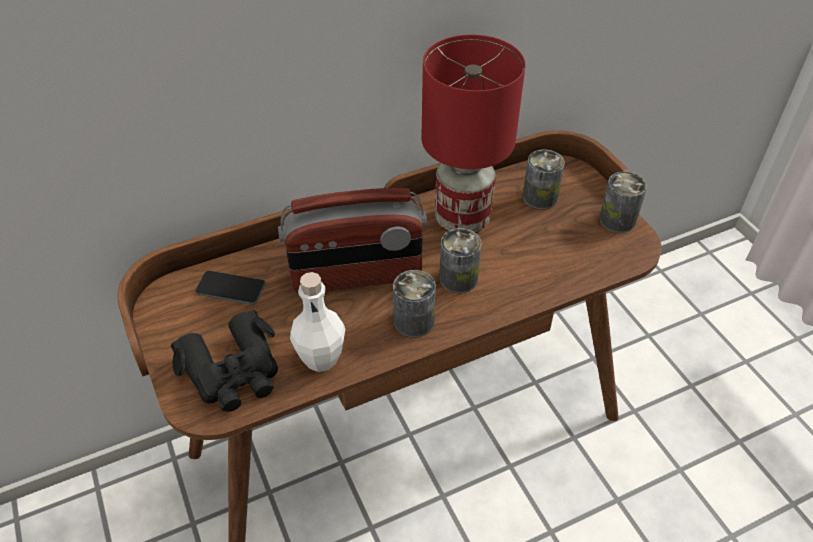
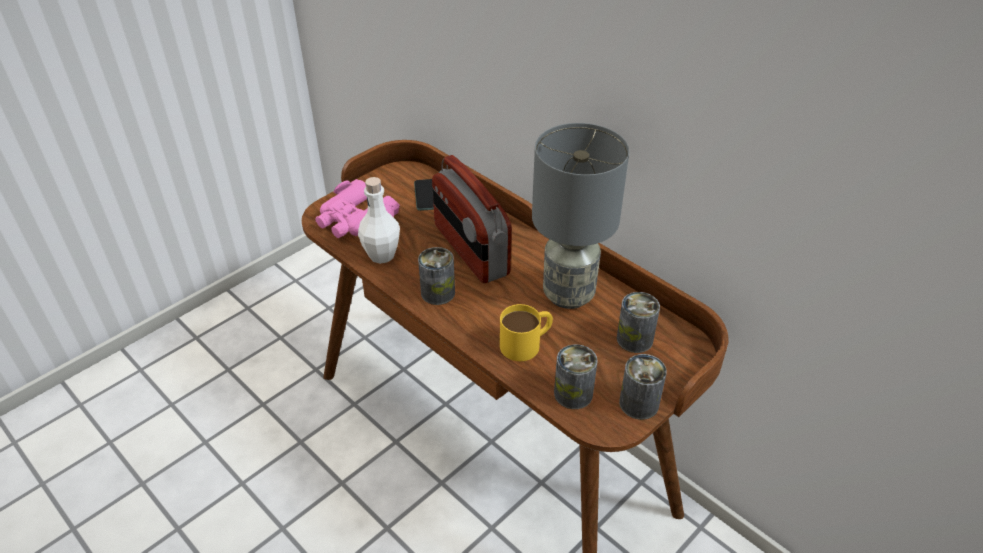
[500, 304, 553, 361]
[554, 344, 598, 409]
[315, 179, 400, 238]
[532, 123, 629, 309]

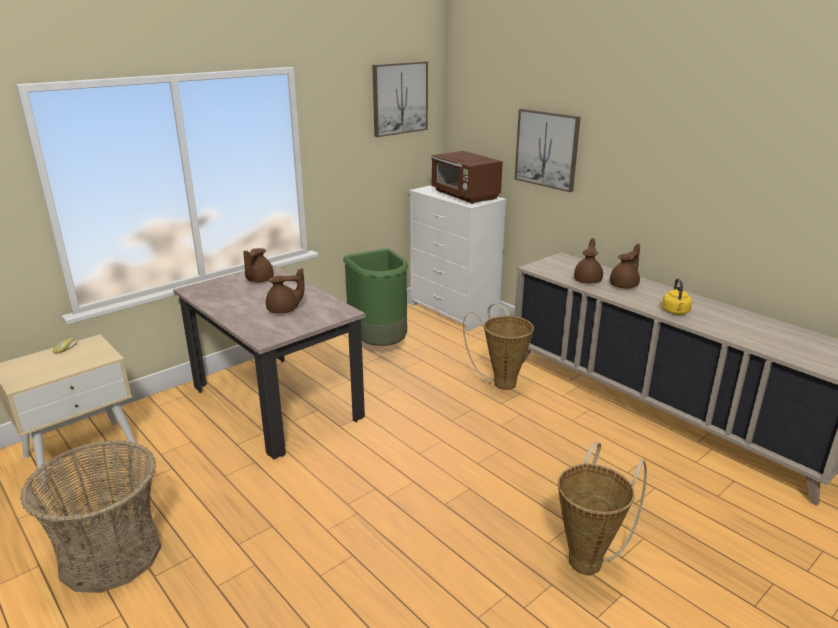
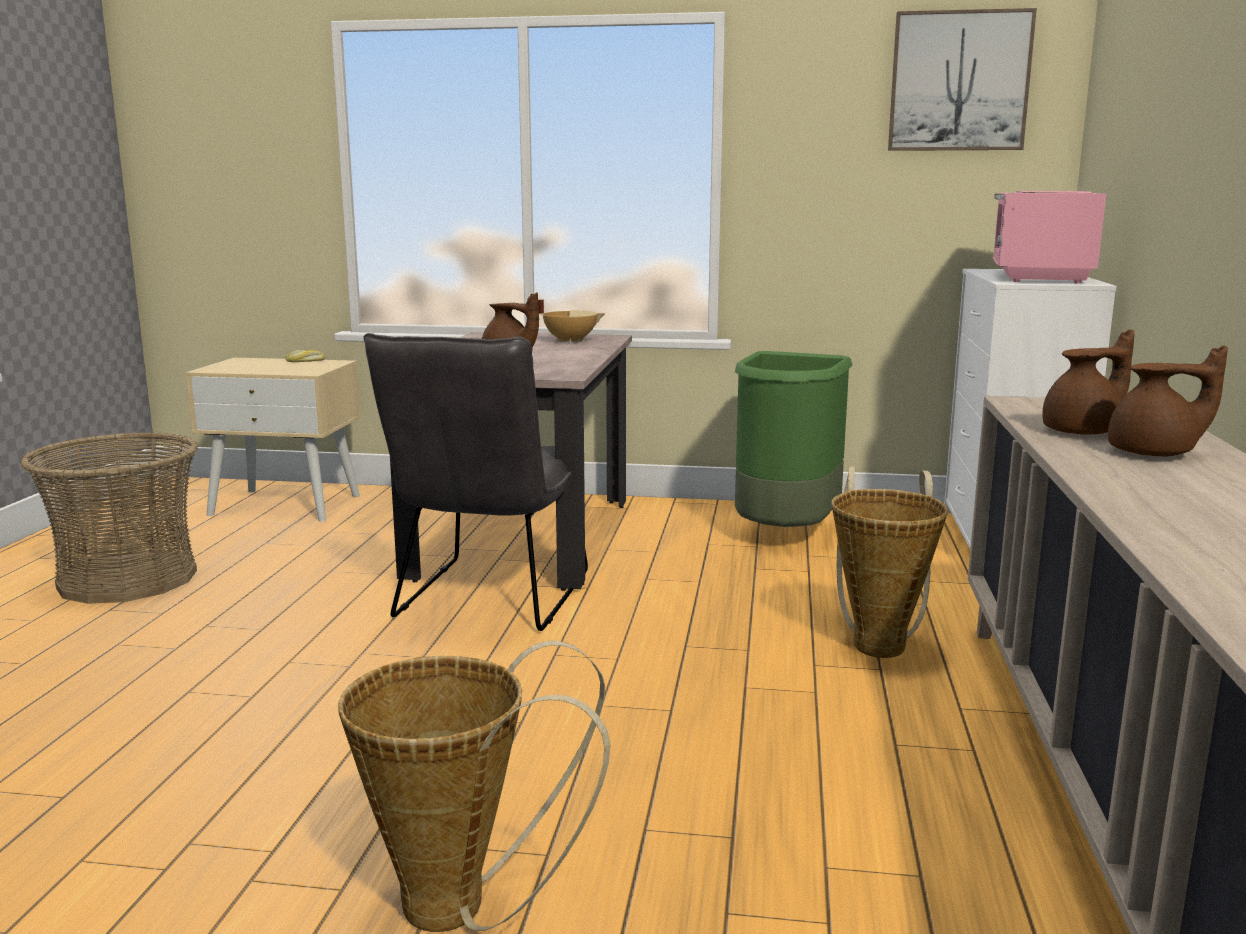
[515, 109, 581, 192] (first image)
[662, 278, 692, 315] (first image)
[364, 333, 588, 631]
[538, 299, 605, 343]
[993, 191, 1106, 284]

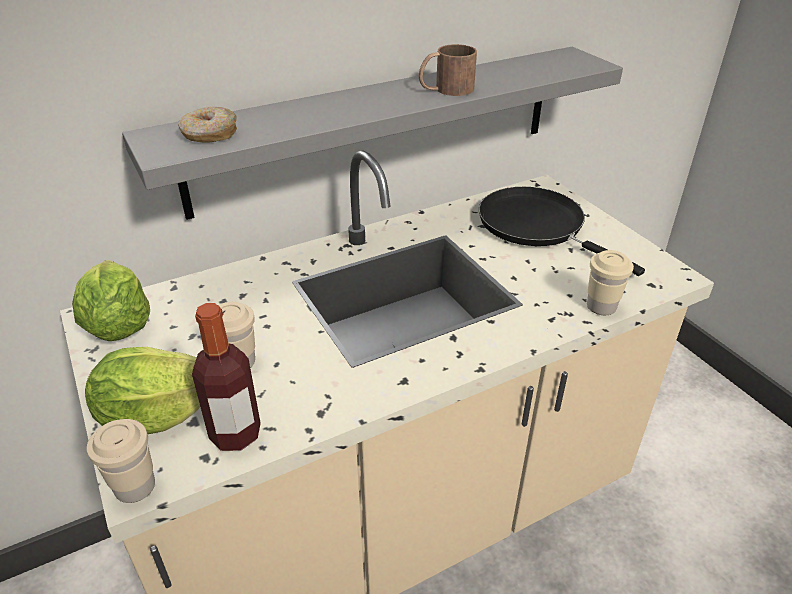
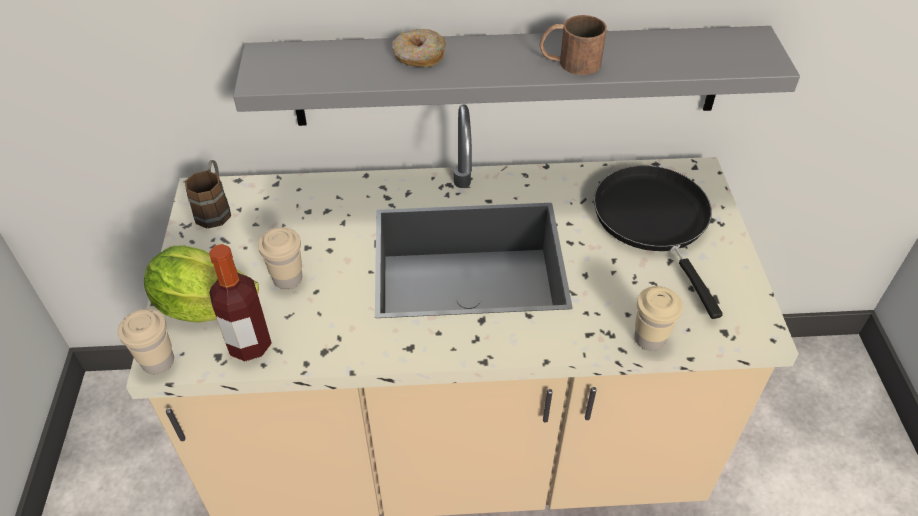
[392, 29, 446, 67]
[185, 160, 231, 228]

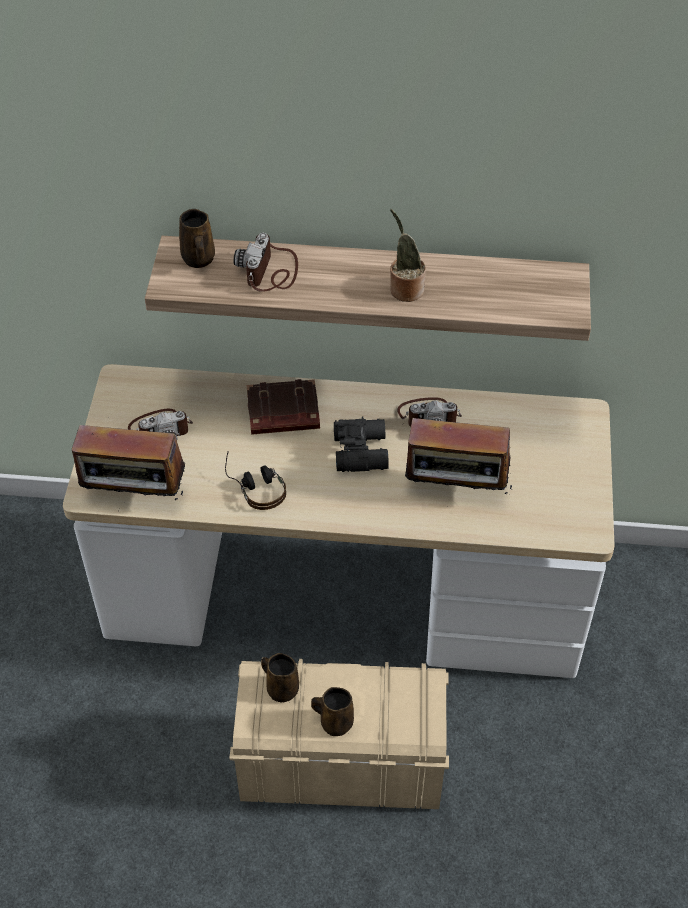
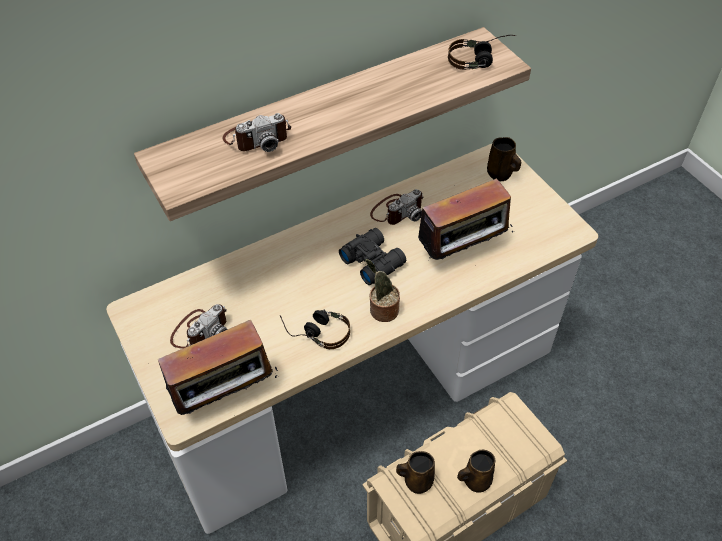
[246, 379, 320, 435] (first image)
[448, 35, 516, 70]
[487, 137, 521, 181]
[365, 259, 400, 322]
[222, 113, 291, 152]

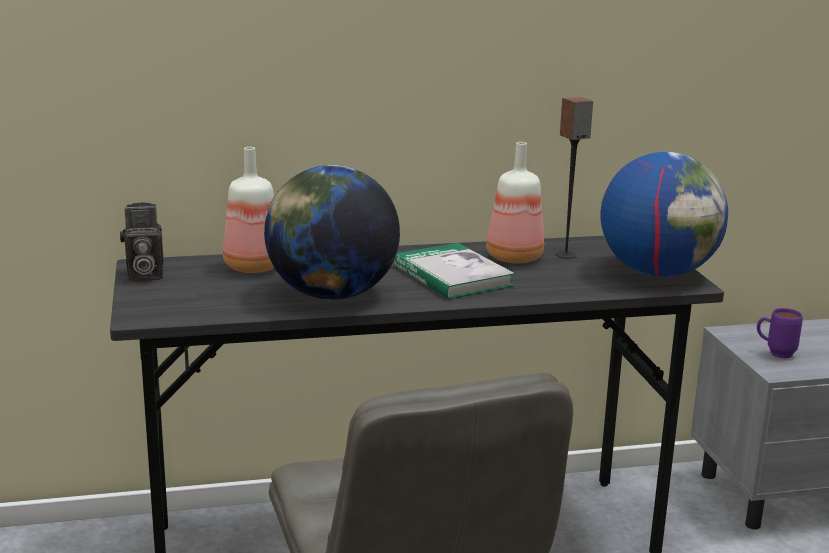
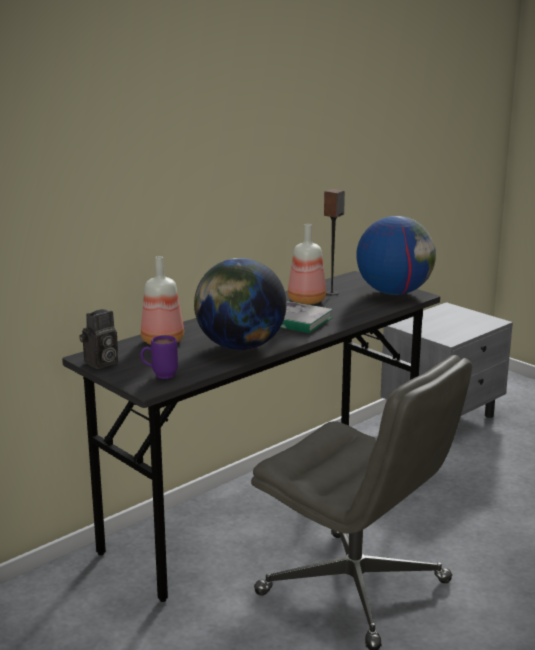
[140, 335, 178, 379]

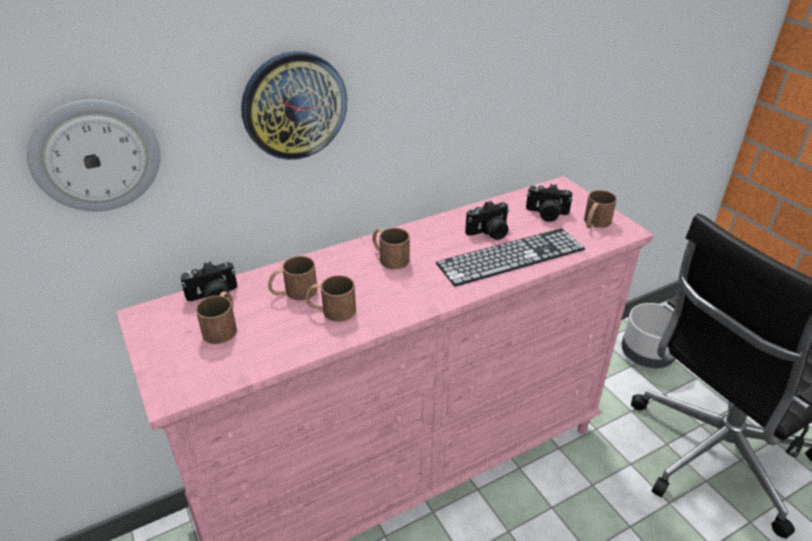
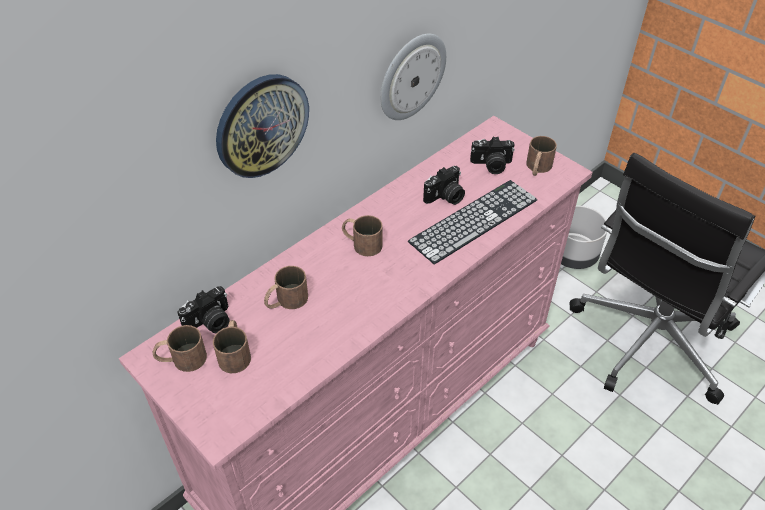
[380, 34, 446, 120]
[153, 325, 207, 372]

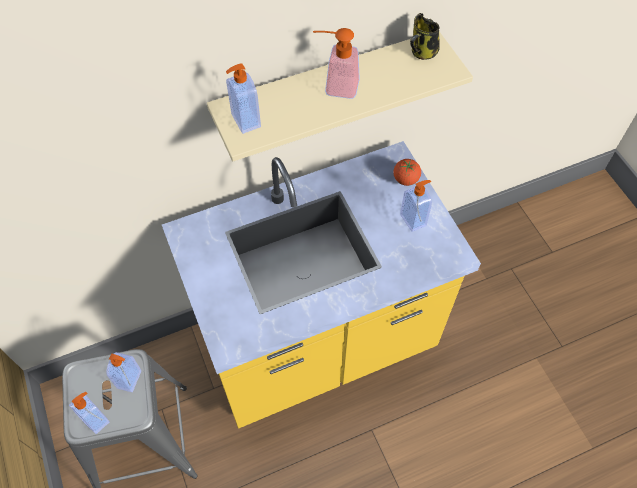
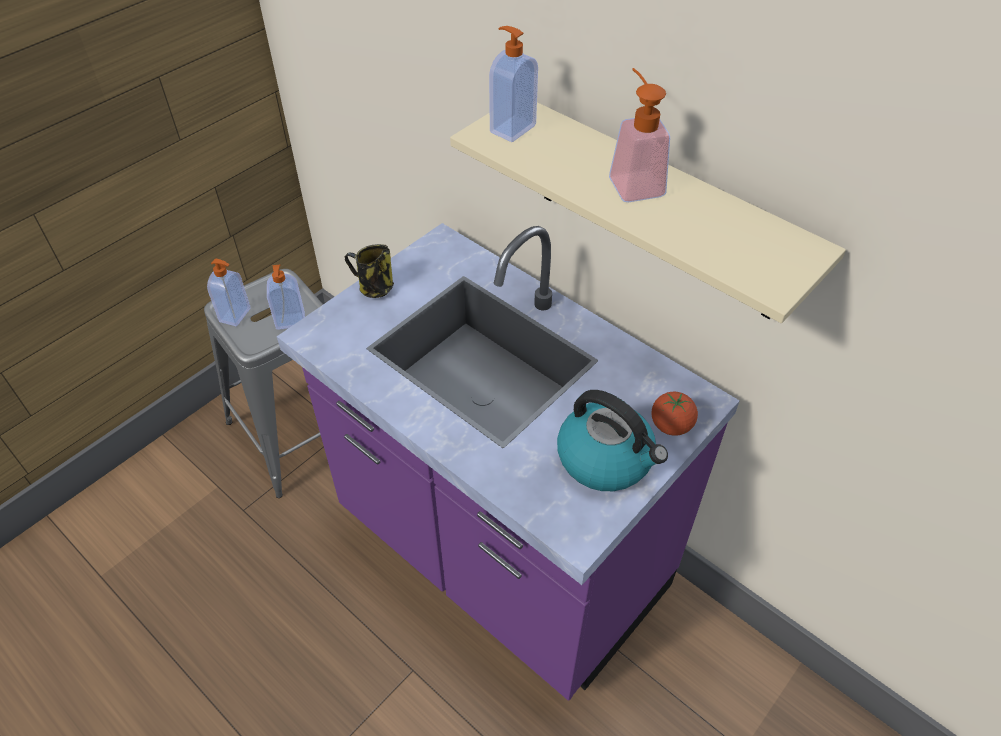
[345, 244, 394, 298]
[557, 390, 668, 491]
[277, 223, 740, 701]

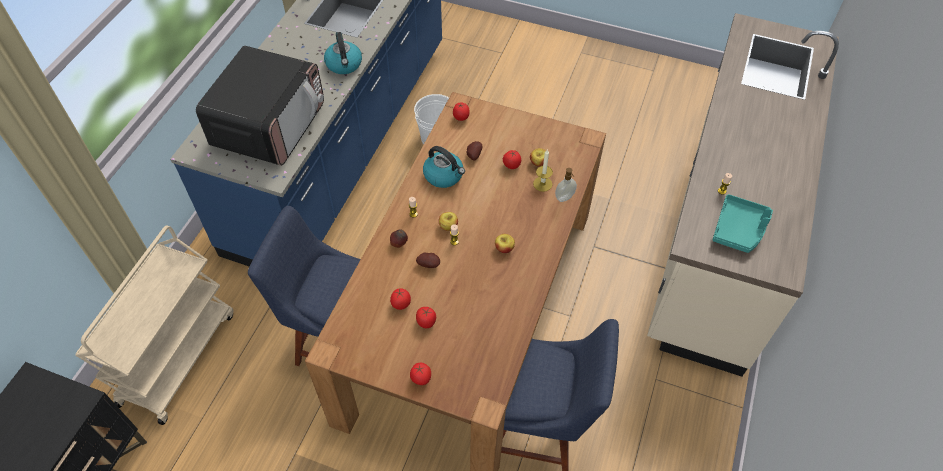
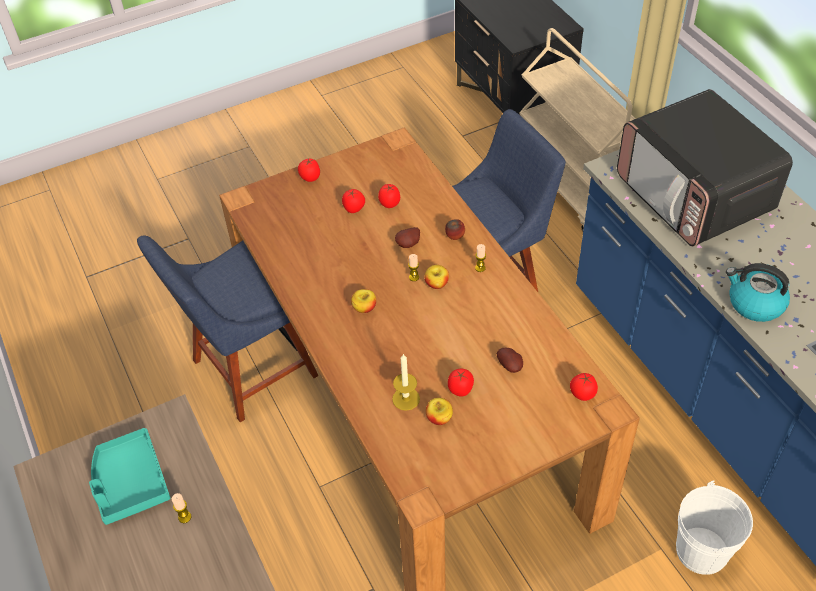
[423, 146, 465, 188] (first image)
[555, 168, 577, 202] (first image)

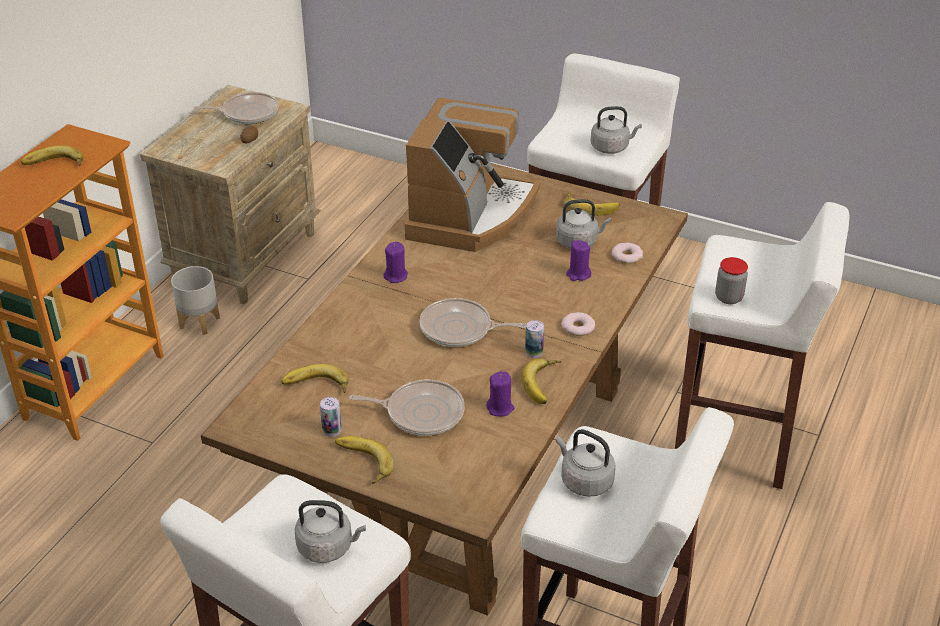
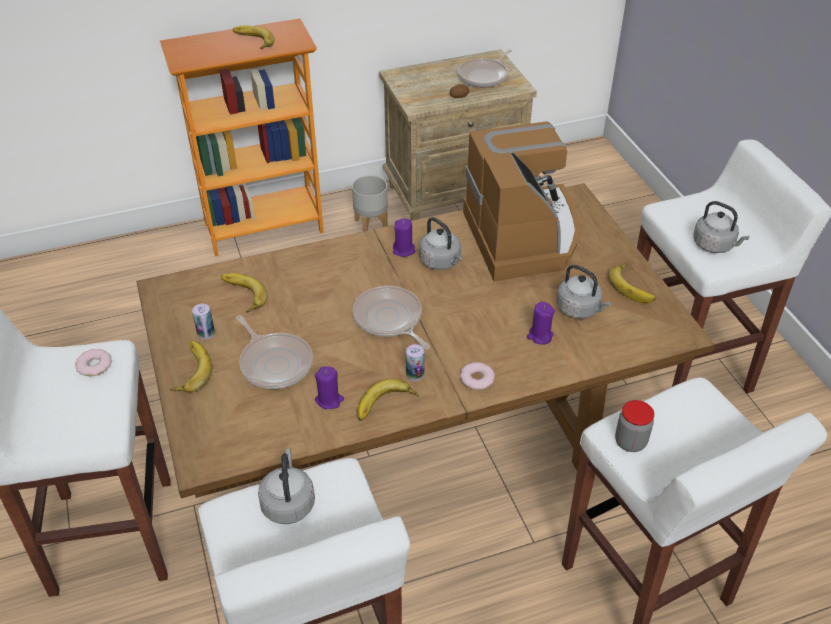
[419, 217, 463, 270]
[75, 349, 112, 376]
[458, 49, 512, 87]
[463, 121, 580, 281]

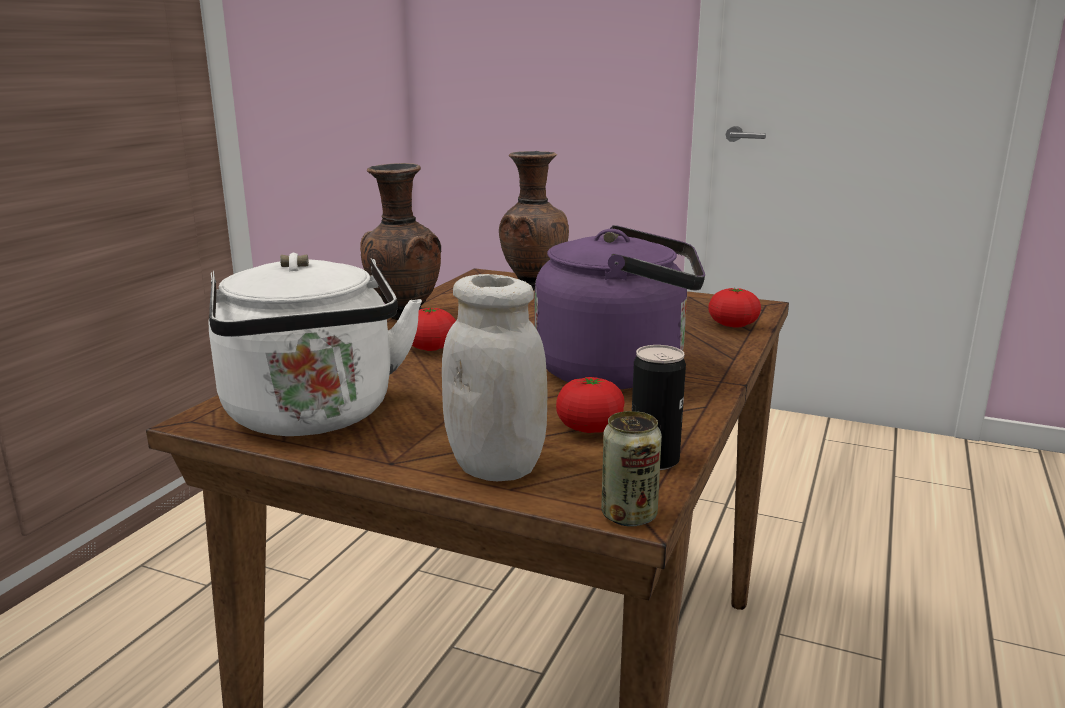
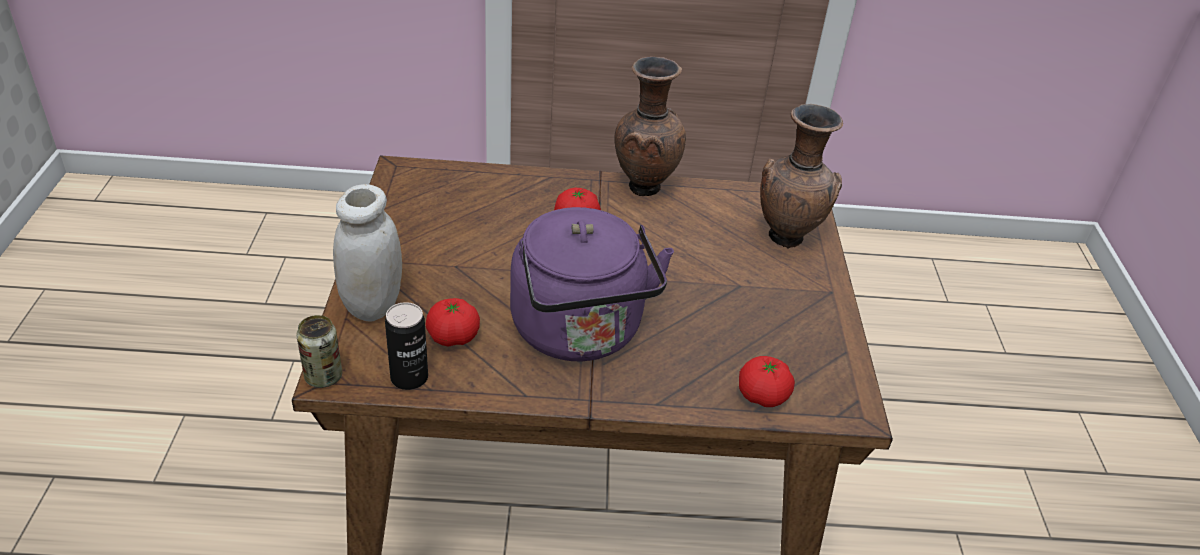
[208, 253, 422, 436] (first image)

